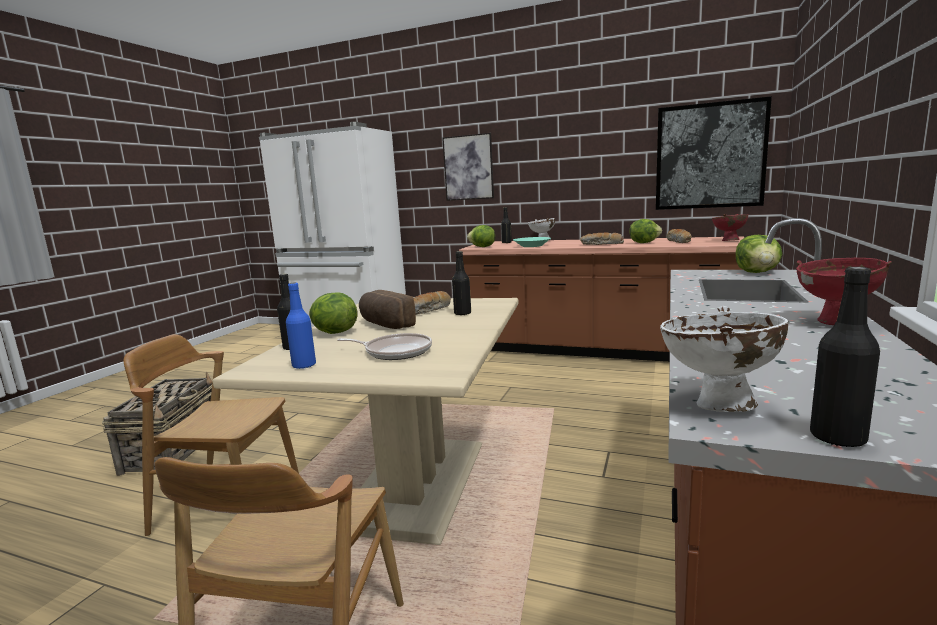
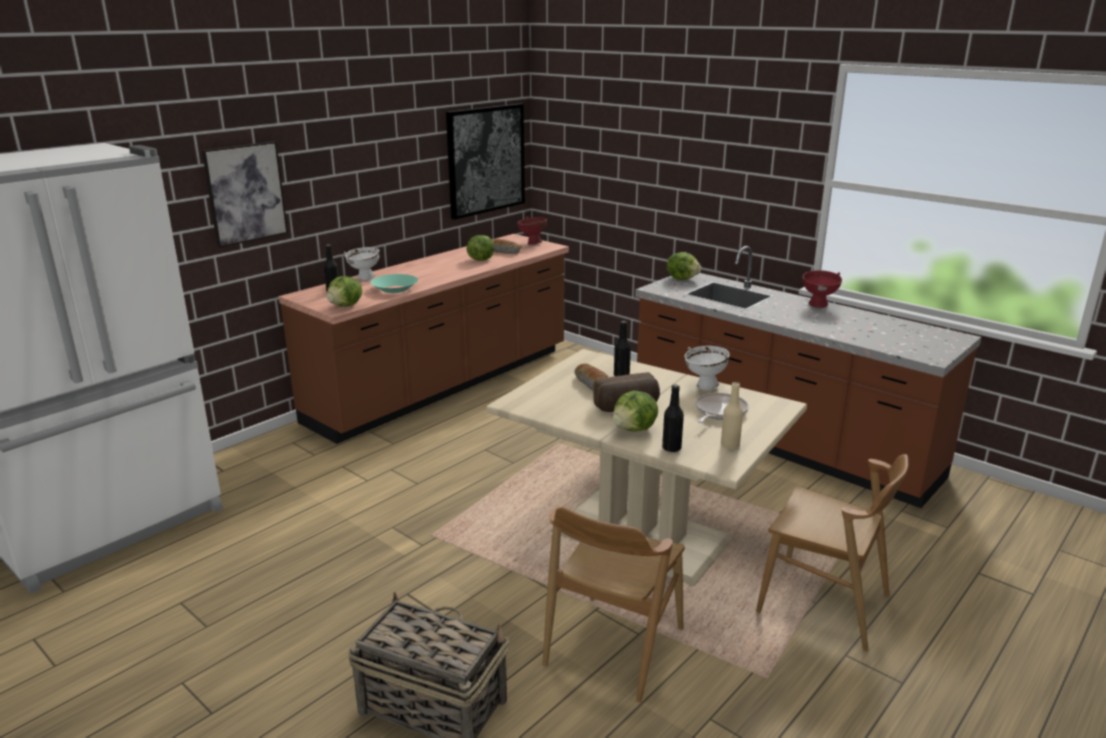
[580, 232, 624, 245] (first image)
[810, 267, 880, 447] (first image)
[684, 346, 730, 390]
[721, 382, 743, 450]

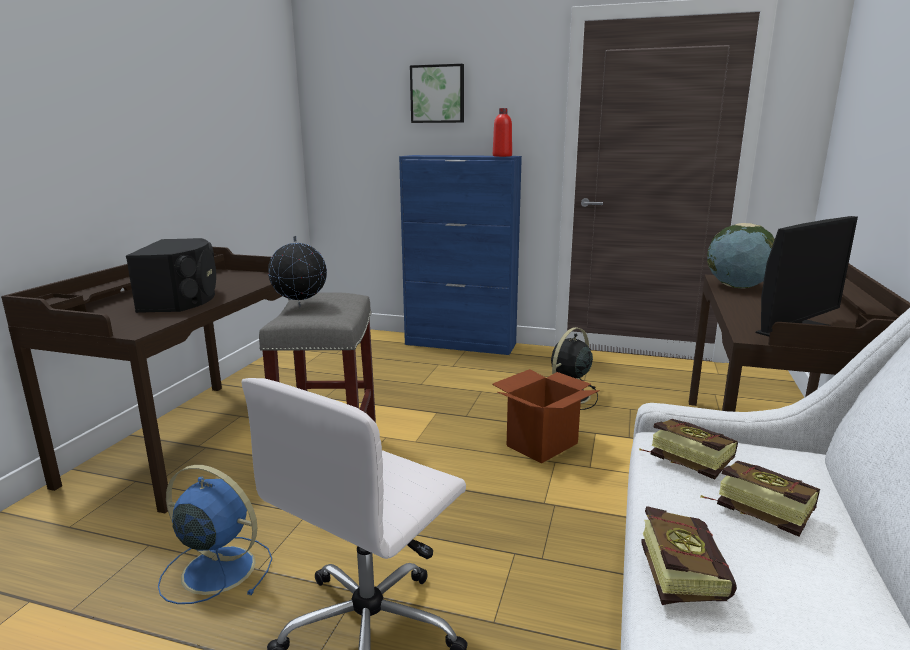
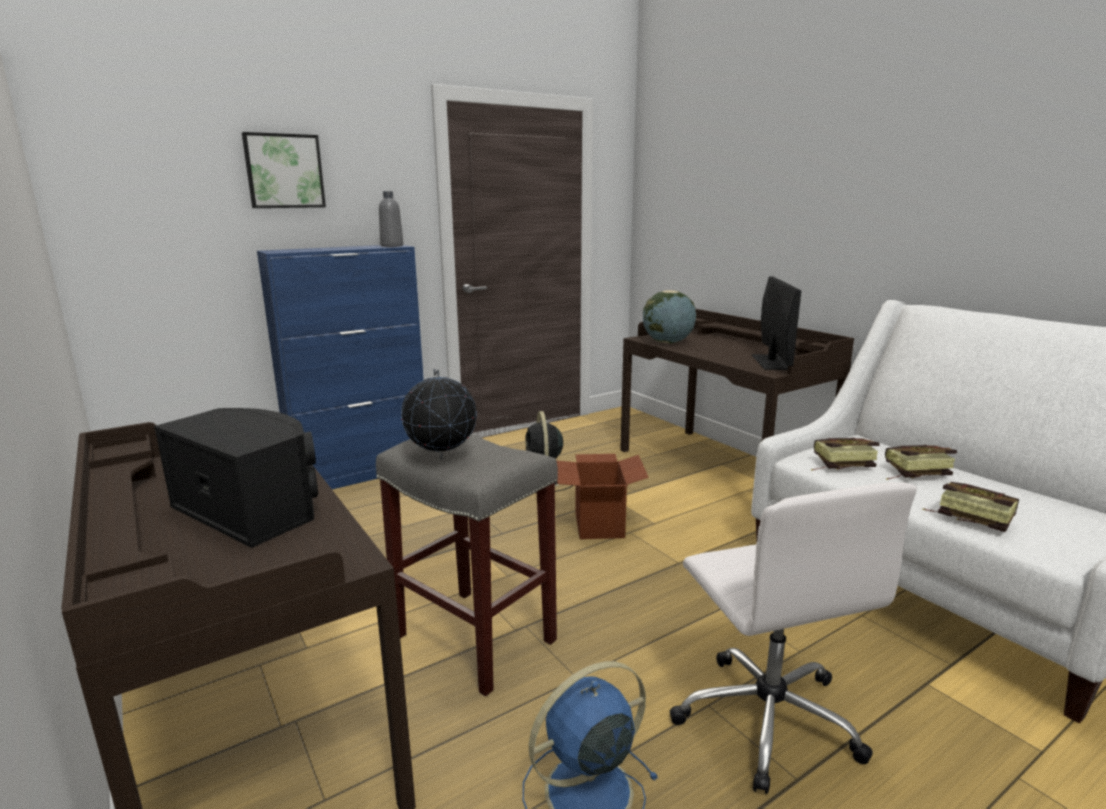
[379, 191, 404, 247]

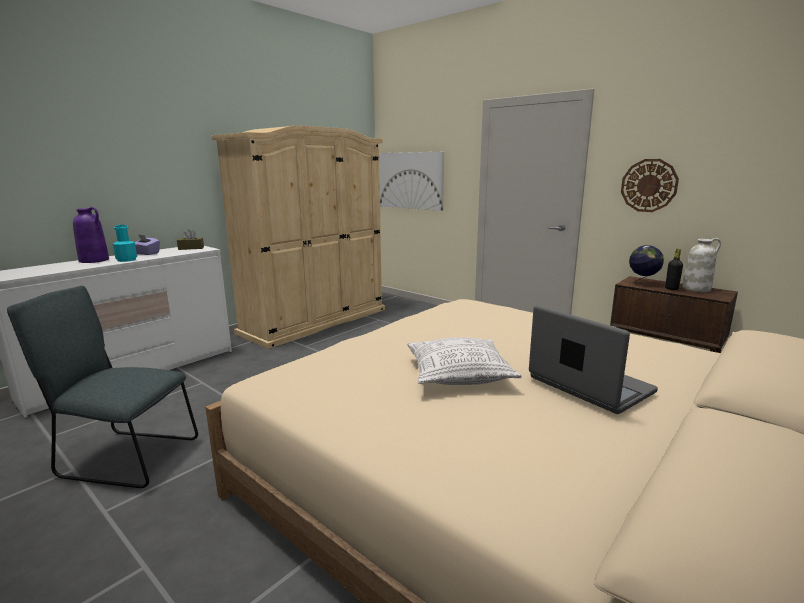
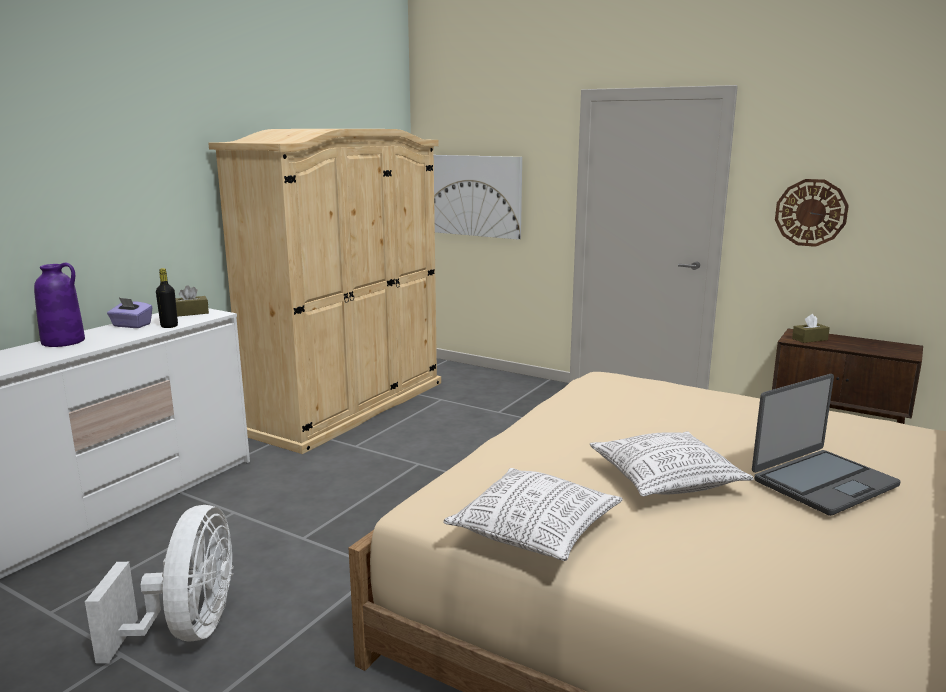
[113, 225, 137, 262] (first image)
[682, 238, 721, 292] (first image)
[443, 468, 623, 561]
[156, 268, 178, 328]
[85, 505, 234, 663]
[792, 314, 830, 343]
[752, 374, 901, 516]

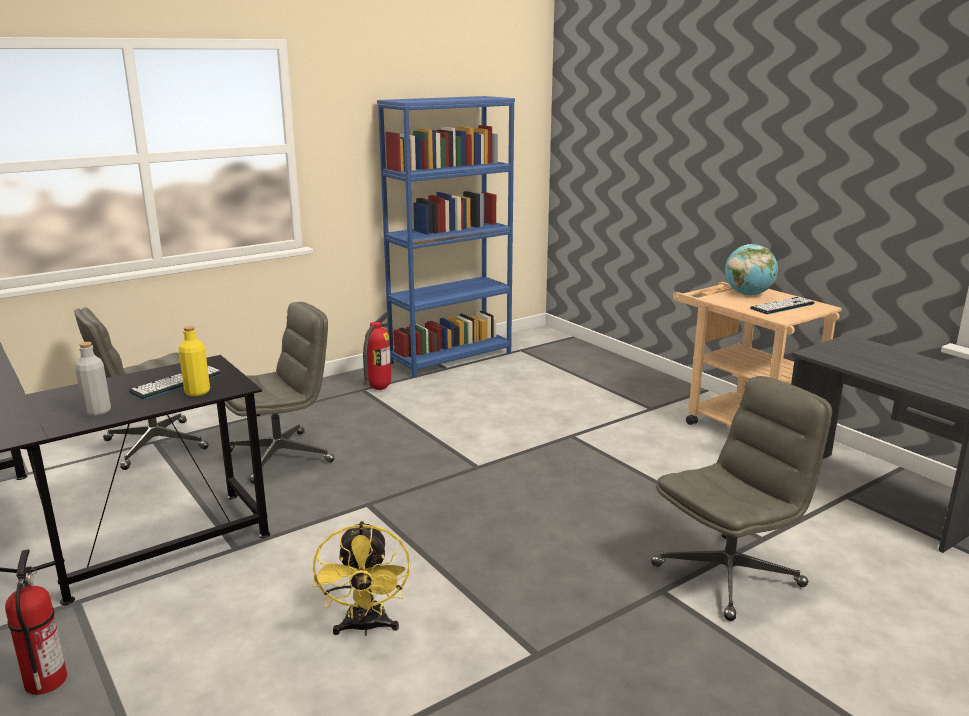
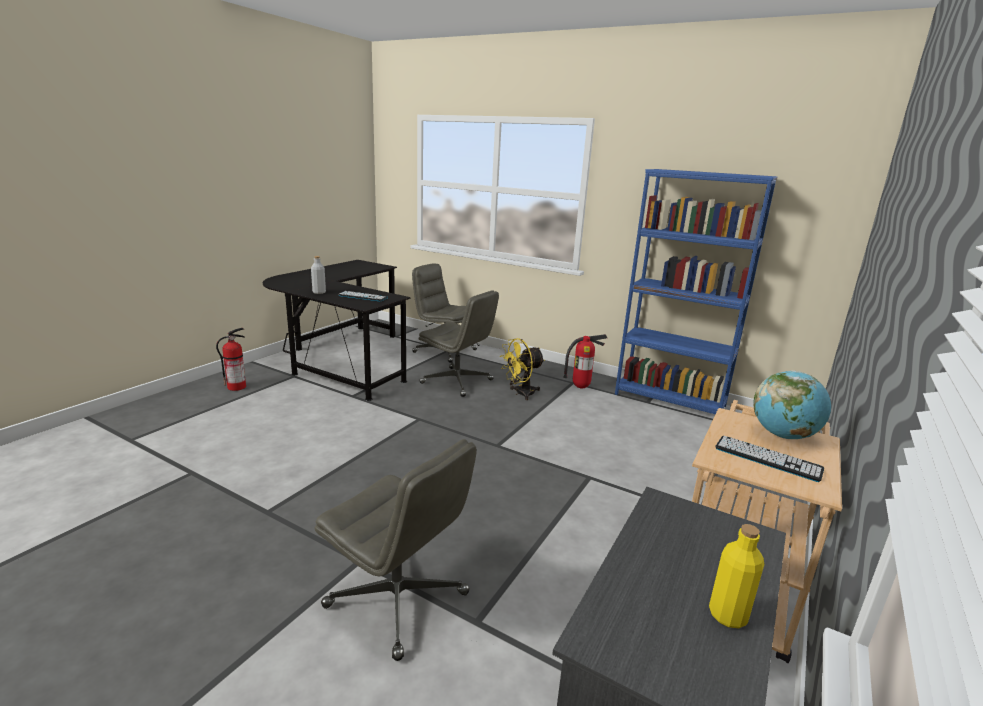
[709, 524, 764, 628]
[500, 338, 545, 400]

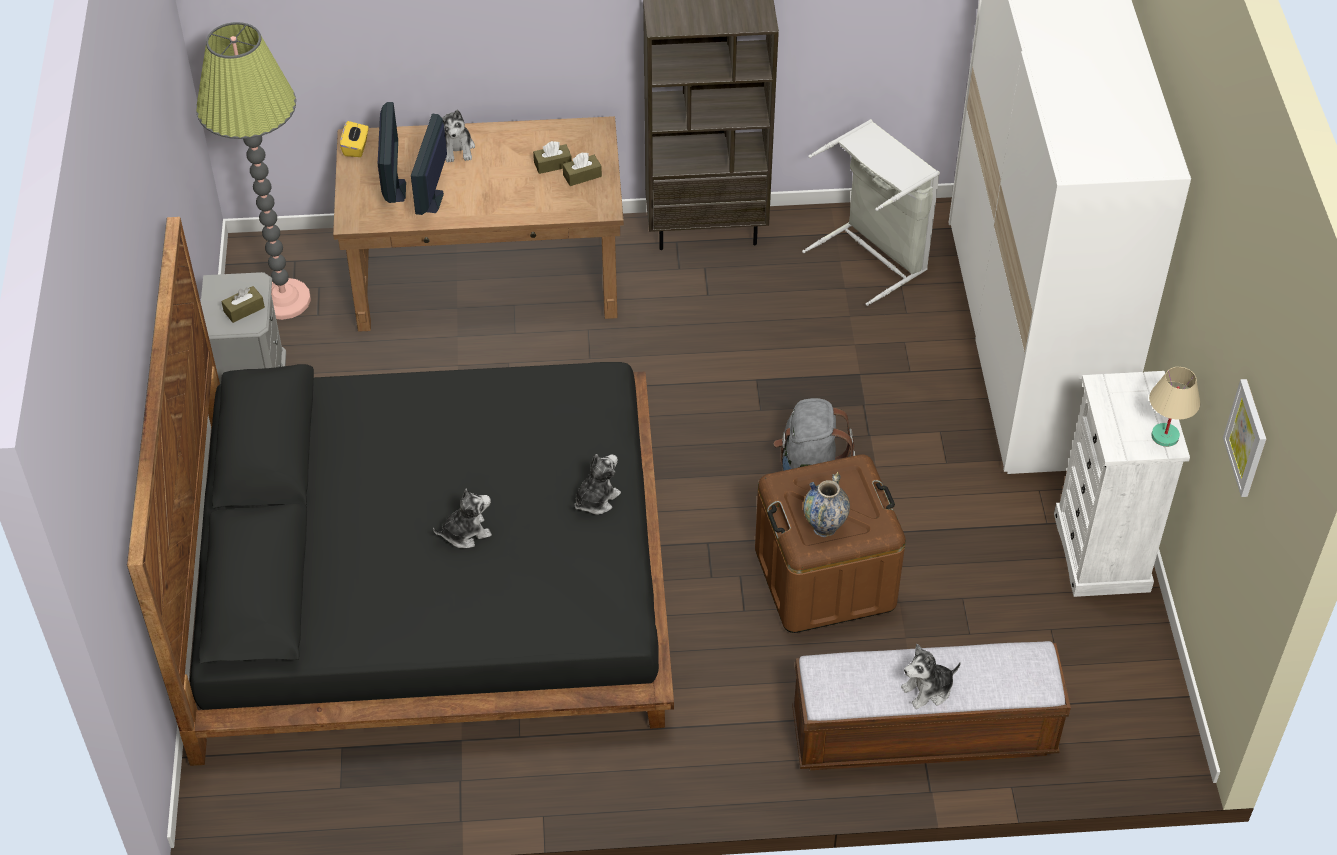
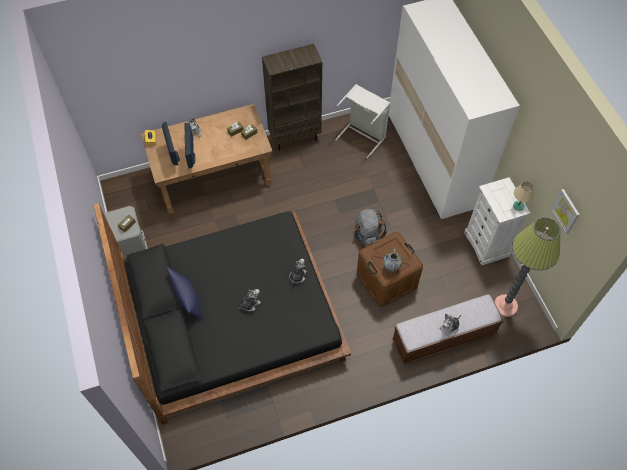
[167, 267, 203, 320]
[494, 218, 560, 317]

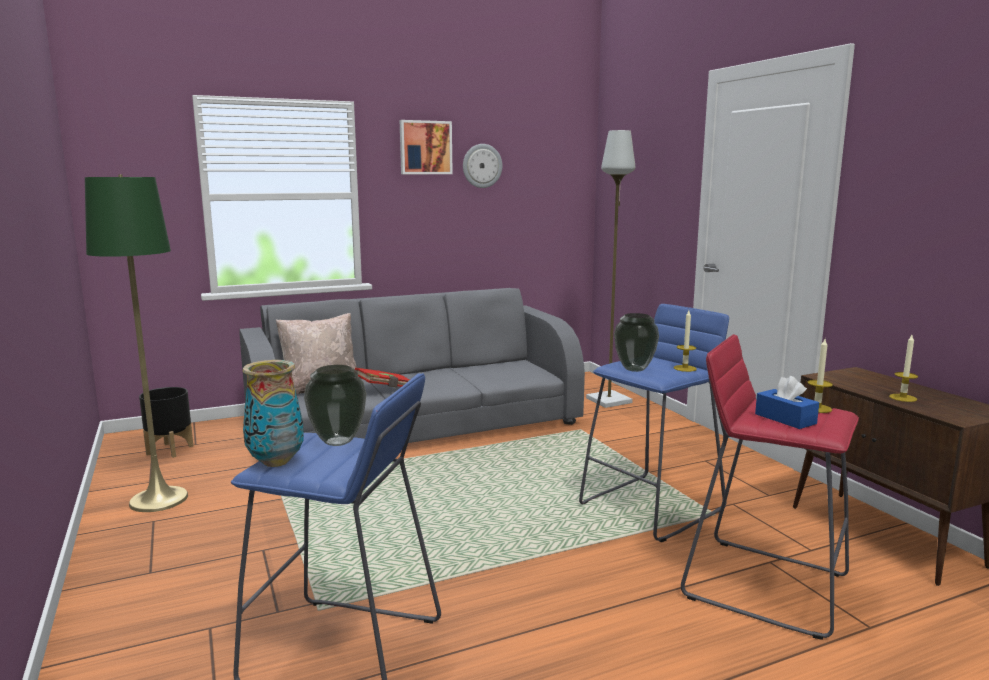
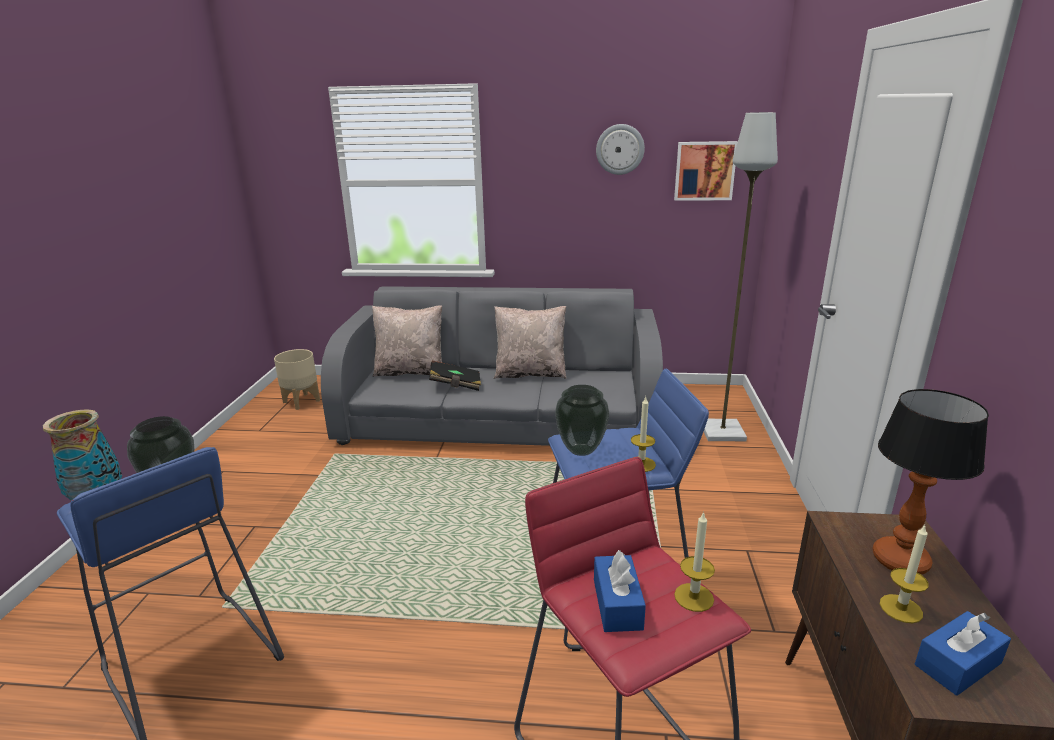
[85, 174, 188, 512] (first image)
[494, 306, 567, 379]
[873, 389, 989, 575]
[915, 611, 1011, 696]
[674, 141, 738, 201]
[274, 349, 320, 410]
[429, 361, 481, 391]

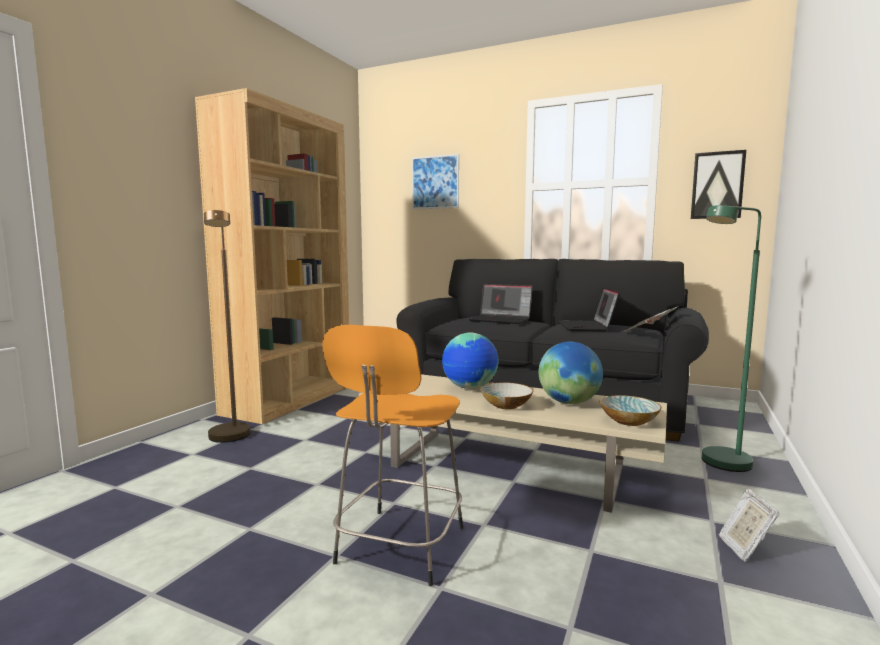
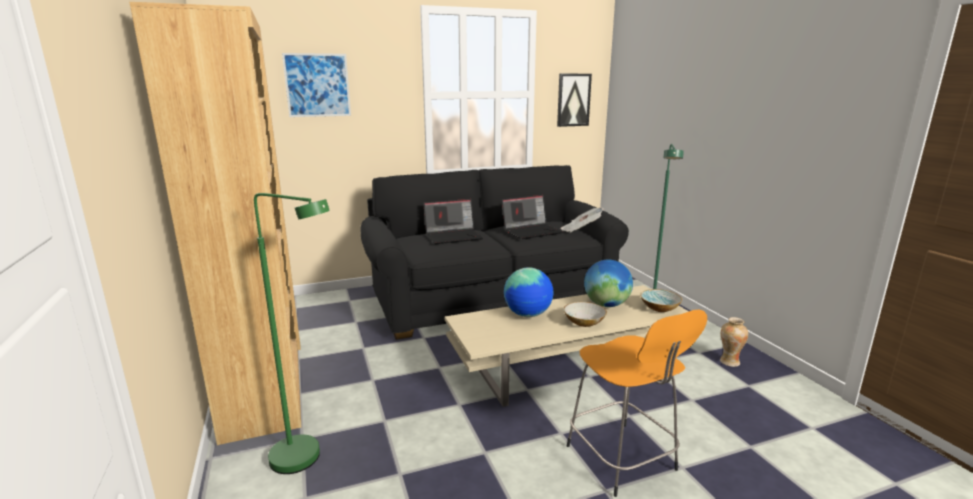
[720, 317, 748, 367]
[254, 193, 330, 474]
[502, 195, 563, 239]

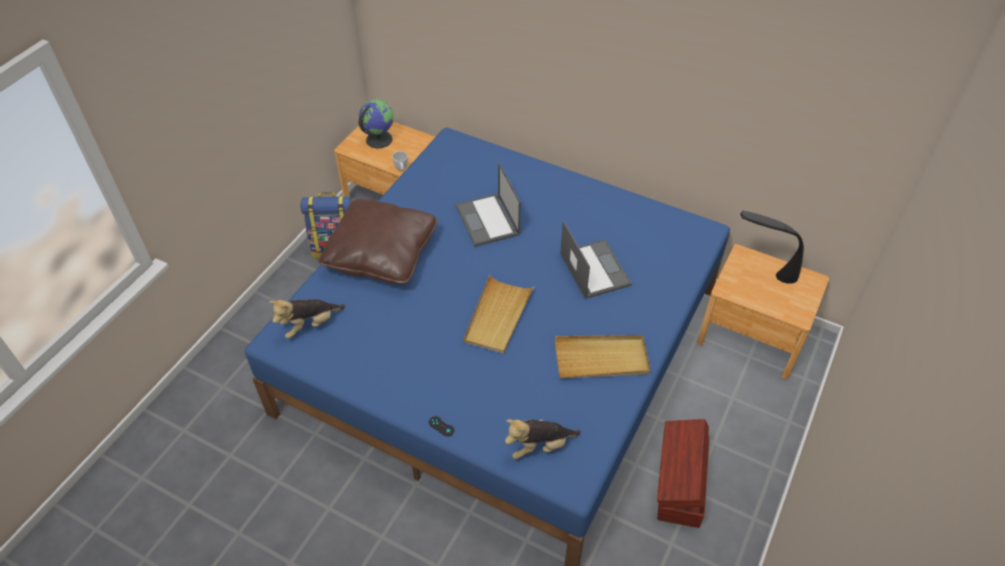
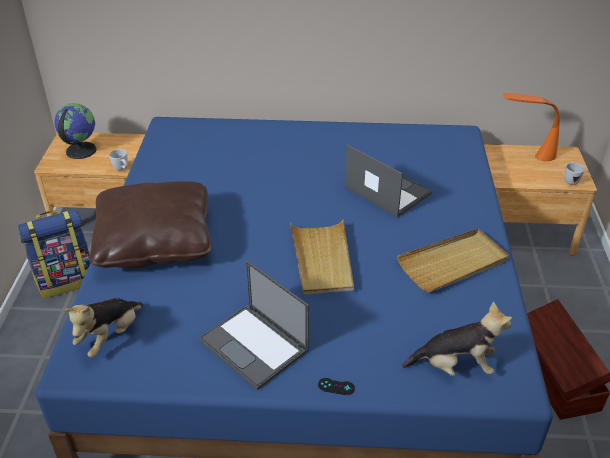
[564, 162, 585, 185]
[199, 260, 309, 391]
[503, 93, 560, 161]
[402, 301, 512, 376]

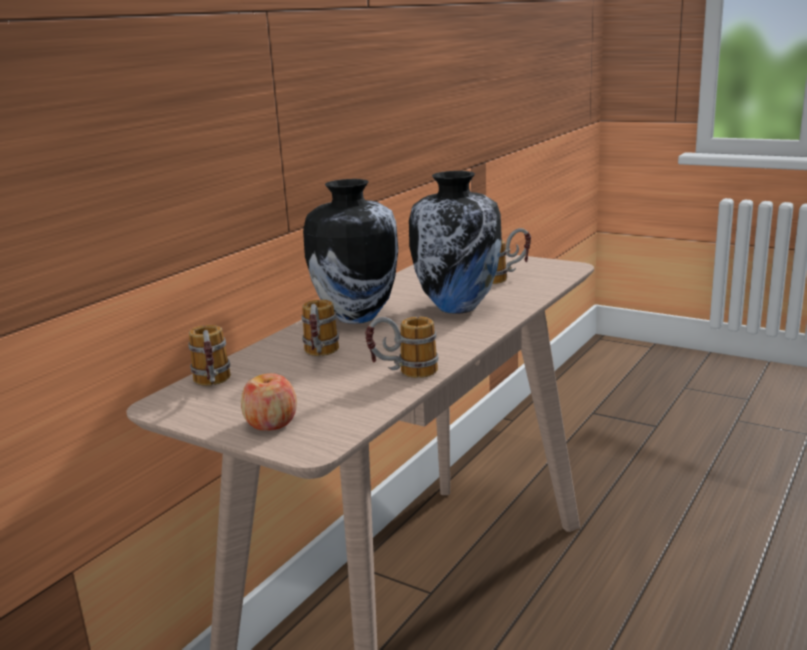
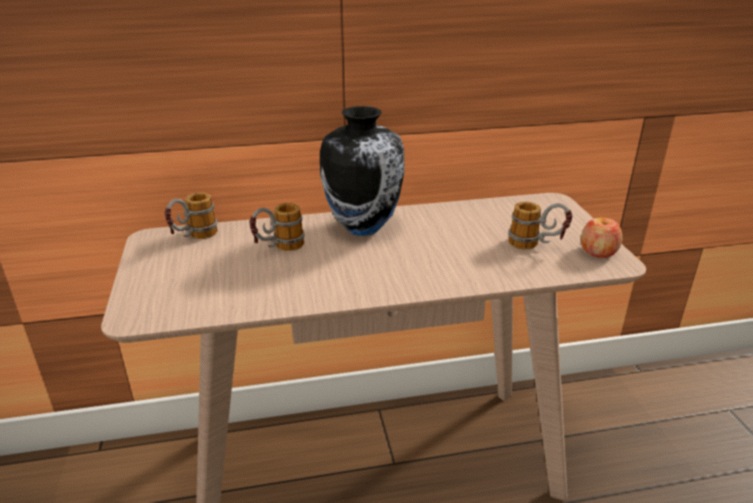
[365, 317, 438, 378] (first image)
[409, 171, 502, 314] (first image)
[581, 218, 622, 258]

